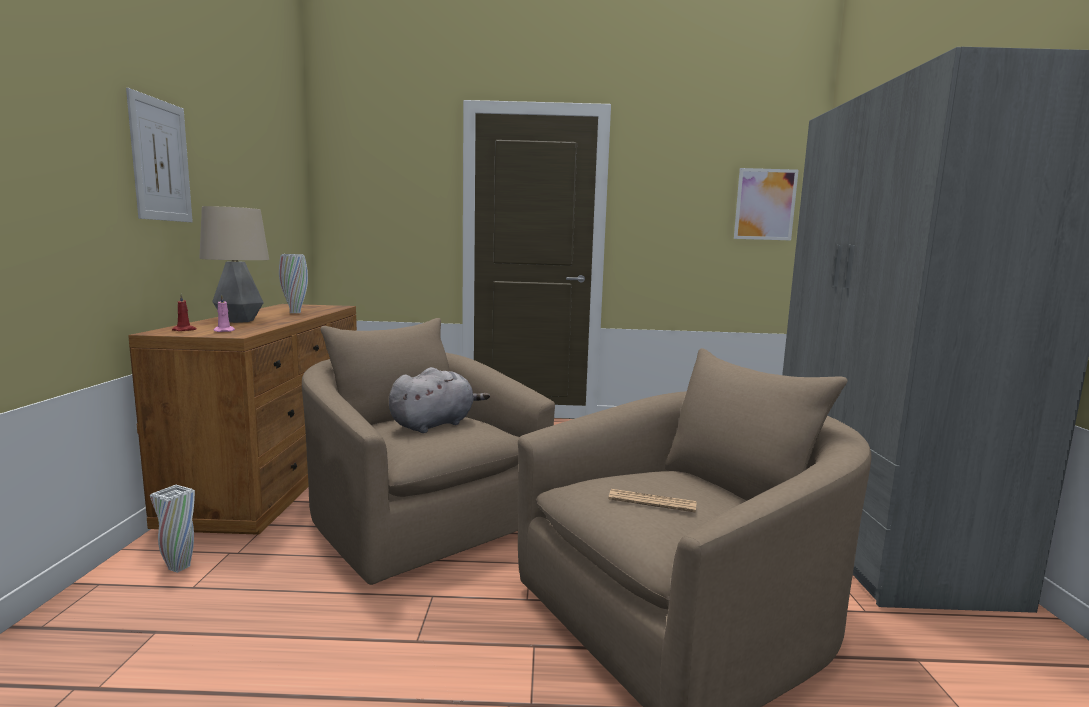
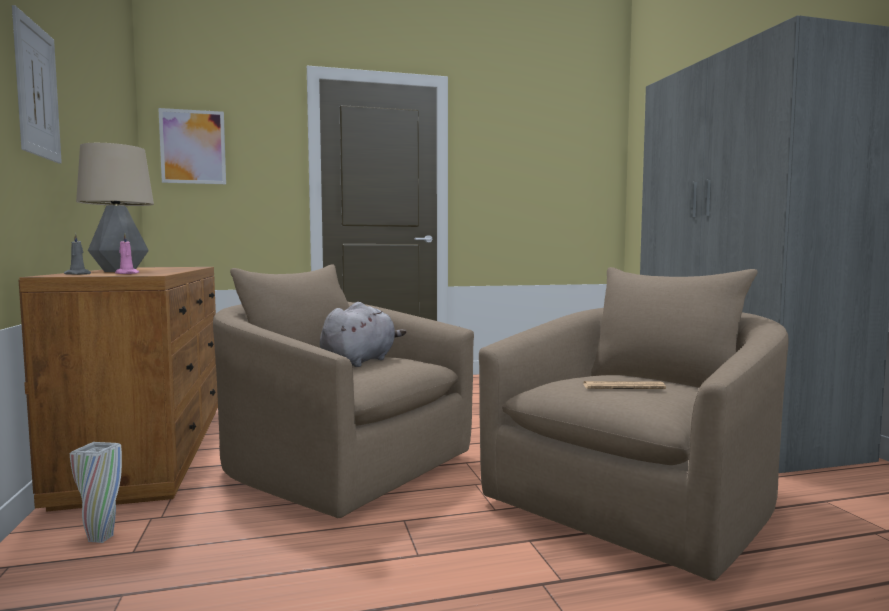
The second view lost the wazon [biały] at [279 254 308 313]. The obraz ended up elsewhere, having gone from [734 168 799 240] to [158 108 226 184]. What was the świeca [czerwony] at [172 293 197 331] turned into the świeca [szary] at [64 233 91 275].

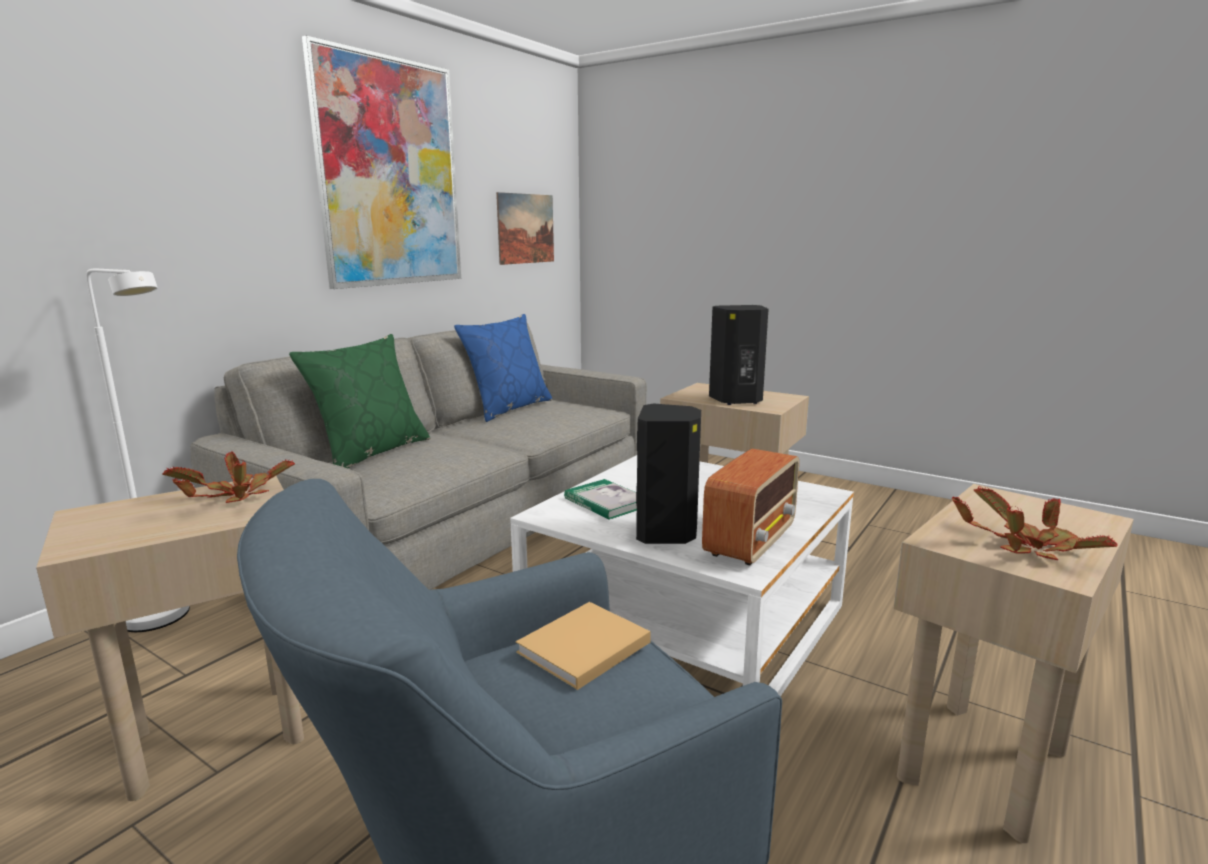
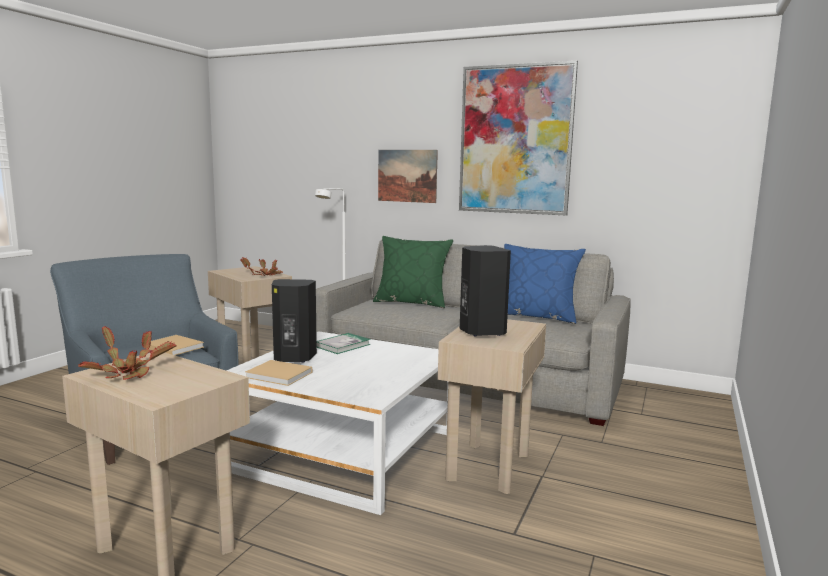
The obraz ended up elsewhere, having gone from [496 192 554 265] to [378 150 438 203]. Where the radio stood at [702 449 799 566], the książka [beżowy] came to stand at [245 360 312 386].

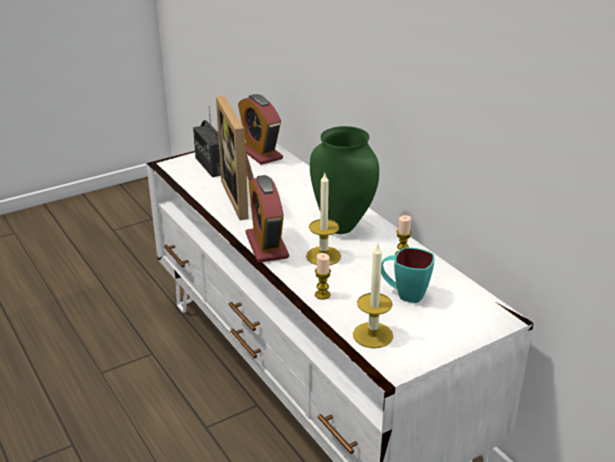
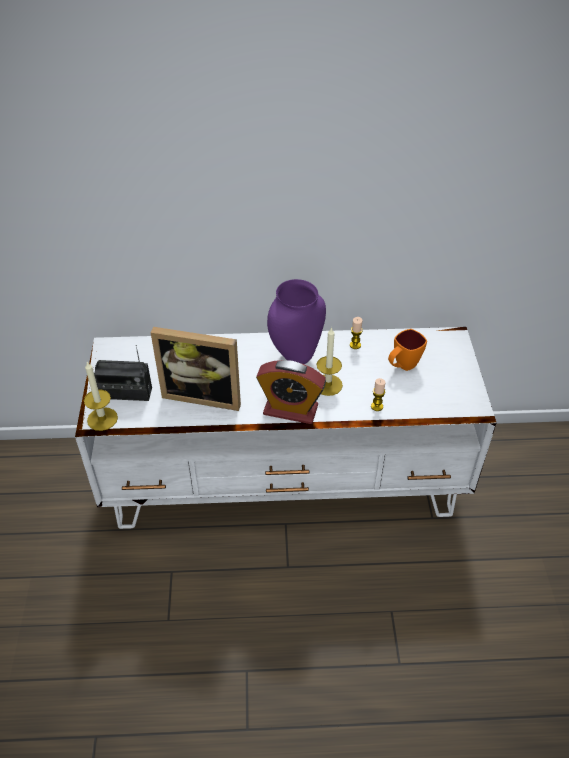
The second view lost the budzik at [238 94 283 165]. The świeca ended up elsewhere, having gone from [353 244 393 348] to [84 362 118 431]. What was the wazon [zielony] at [310 126 379 234] turned into the wazon [fioletowy] at [267 279 326 364]. What was the kubek [turkusowy] at [381 247 435 303] turned into the kubek [pomarańczowy] at [388 329 427 371].

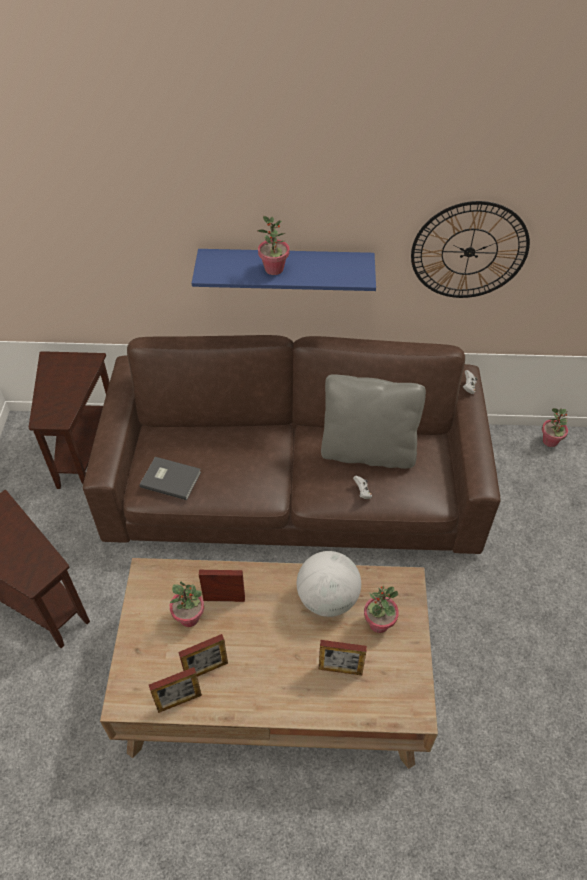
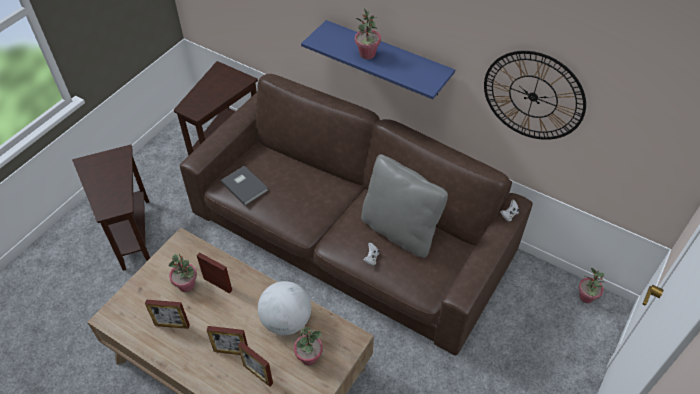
The ramka na zdjęcie ended up elsewhere, having gone from [149 667 202 713] to [207 326 248 355].

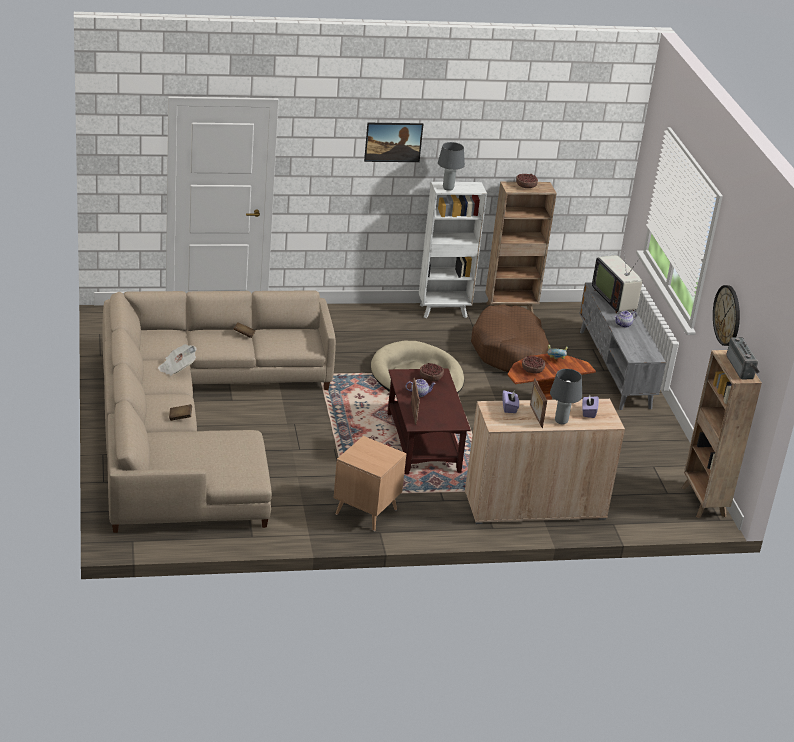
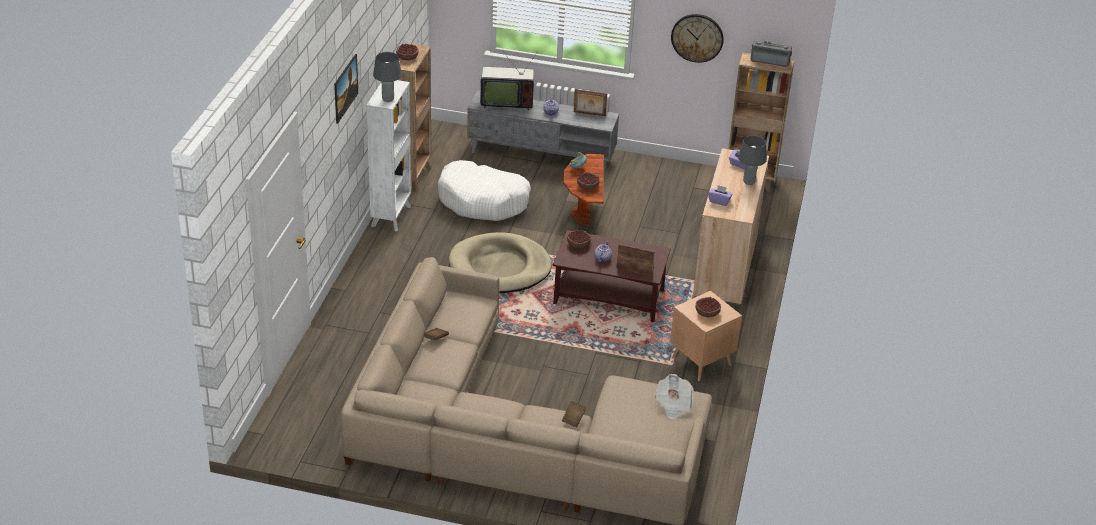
The second view gained the miska at [695 297 721 317]. The gazeta ended up elsewhere, having gone from [158 344 197 376] to [655 374 694 419]. The ramka na zdjęcie ended up elsewhere, having gone from [530 378 547 428] to [574 89 607 116]. What was the legowisko [brązowy] at [471 305 550 372] turned into the legowisko [biały] at [438 160 531 221].

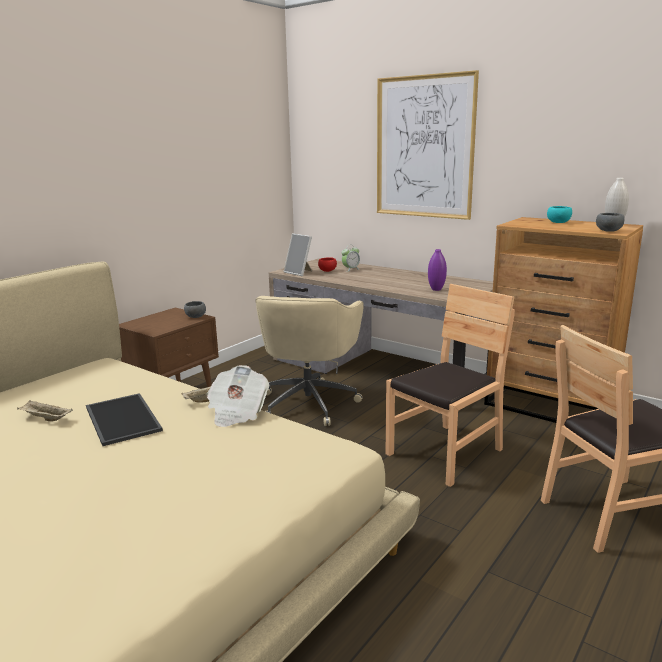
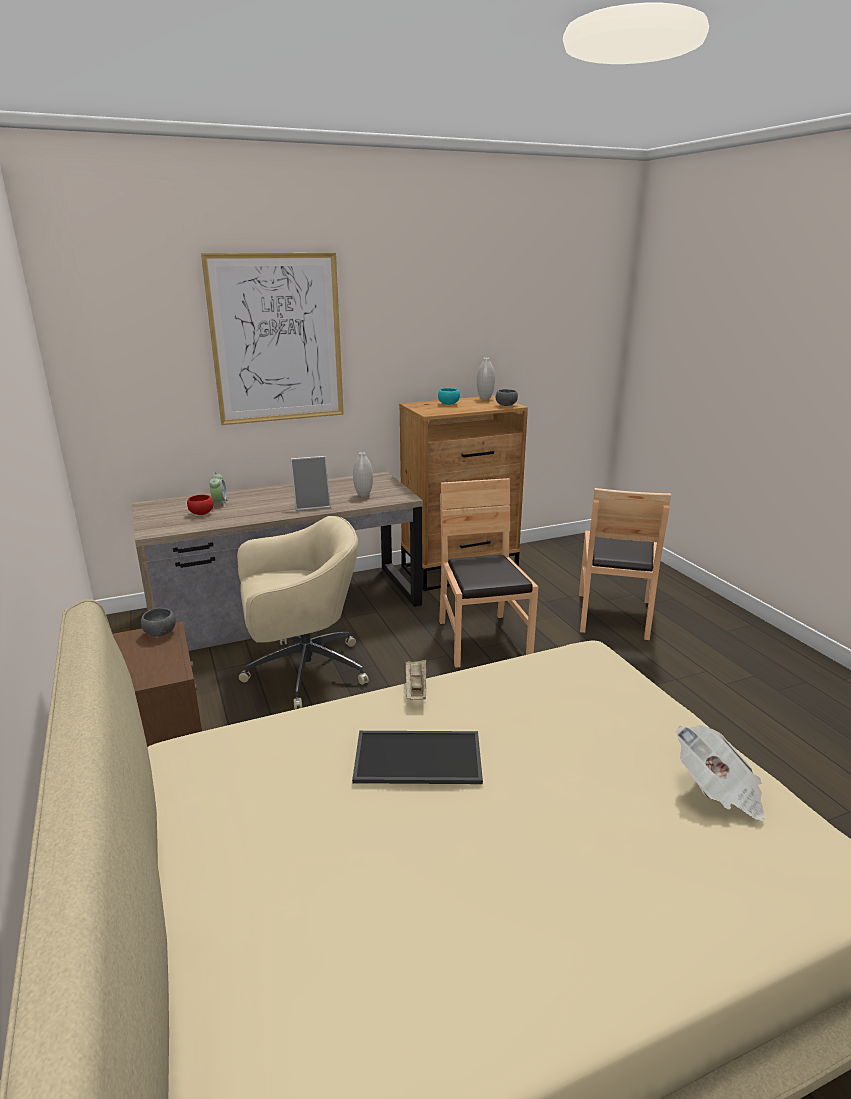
The second view lost the taca [beżowy] at [17 400 73 421]. The gazeta ended up elsewhere, having gone from [207 365 269 427] to [676 725 765 821]. The ramka na zdjęcie ended up elsewhere, having gone from [283 233 312 276] to [290 456 331 511]. What was the wazon [fioletowy] at [428 249 447 291] turned into the wazon [biały] at [353 452 373 497]. The krzesło biurowe [beżowy] at [255 296 364 426] ended up facing another way, 60 degrees counterclockwise from before.

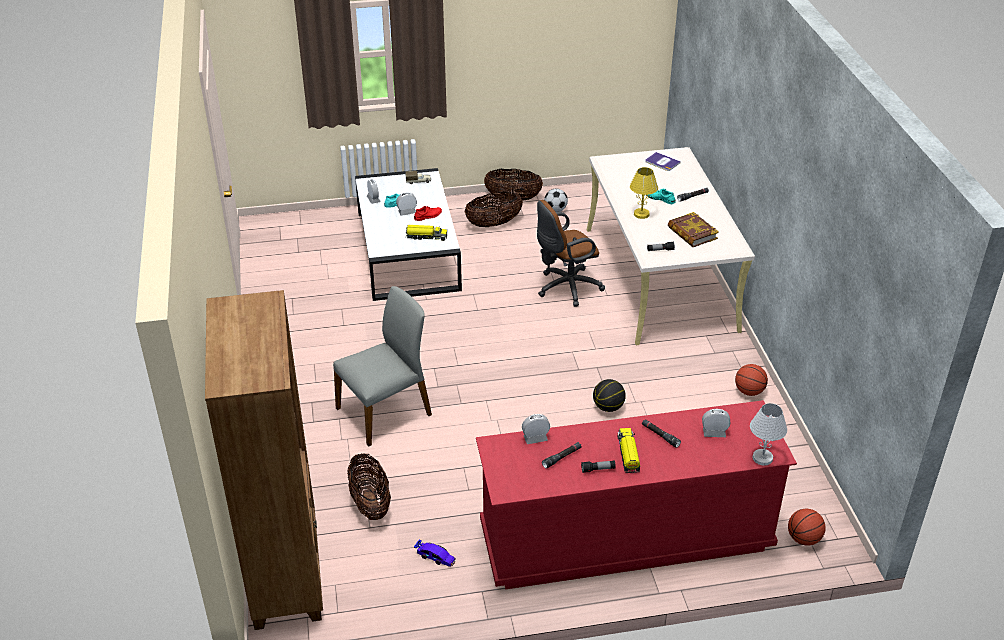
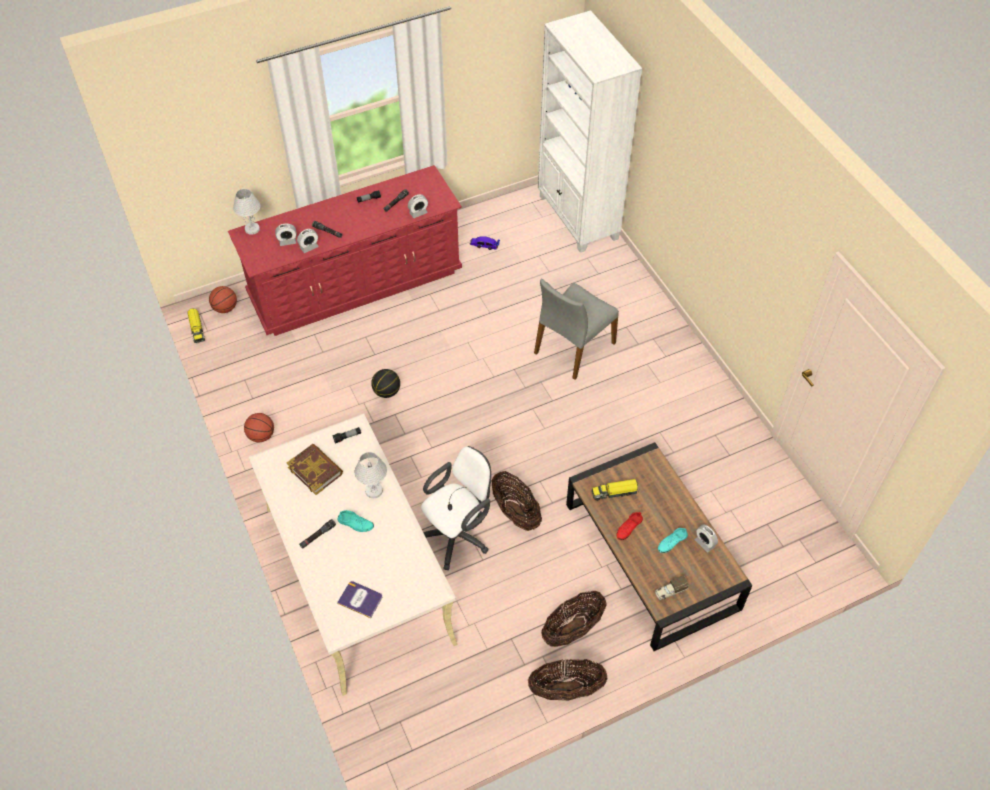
The second view lost the piłka futbolowa at [544 189 568 212]. The koszyk ended up elsewhere, having gone from [347 454 391 520] to [491 471 542 531]. The budzik ended up elsewhere, having gone from [396 192 417 216] to [297 229 319 253]. The ciężarówka zabawkowa ended up elsewhere, having gone from [617 428 640 473] to [187 308 205 343]. What was the regał [brązowy] at [205 290 323 630] turned into the regał [biały] at [538 10 642 253]. What was the ława [biały] at [355 168 462 301] turned into the ława [brązowy] at [566 442 753 651]. What was the krzesło biurowe [brązowy] at [537 200 605 307] turned into the krzesło biurowe [biały] at [421 446 491 570]. What was the lampa stołowa [żółty] at [630 167 658 219] turned into the lampa stołowa [biały] at [355 452 387 498].

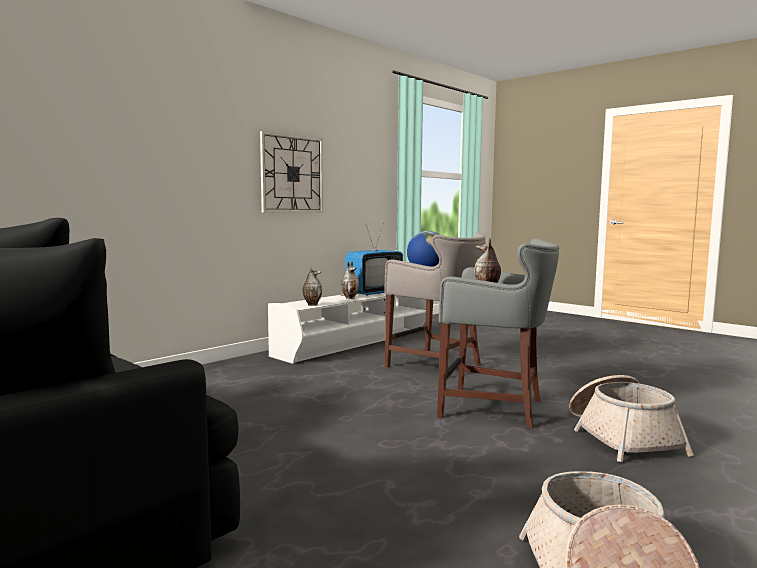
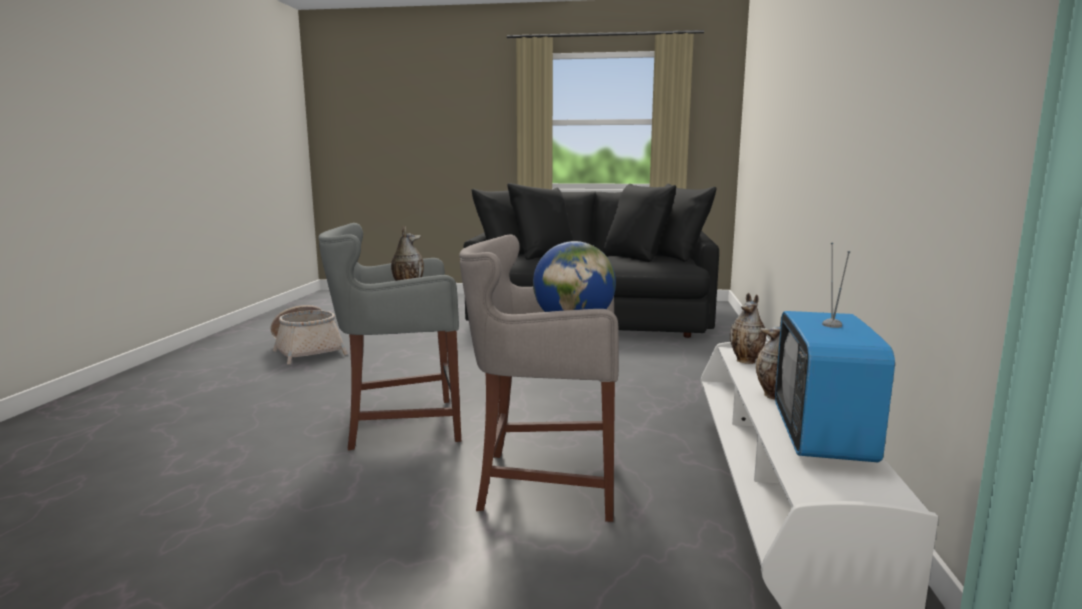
The second view lost the zegar ścienny at [260 131 323 213]. The second view lost the koszyk at [569 375 694 462].

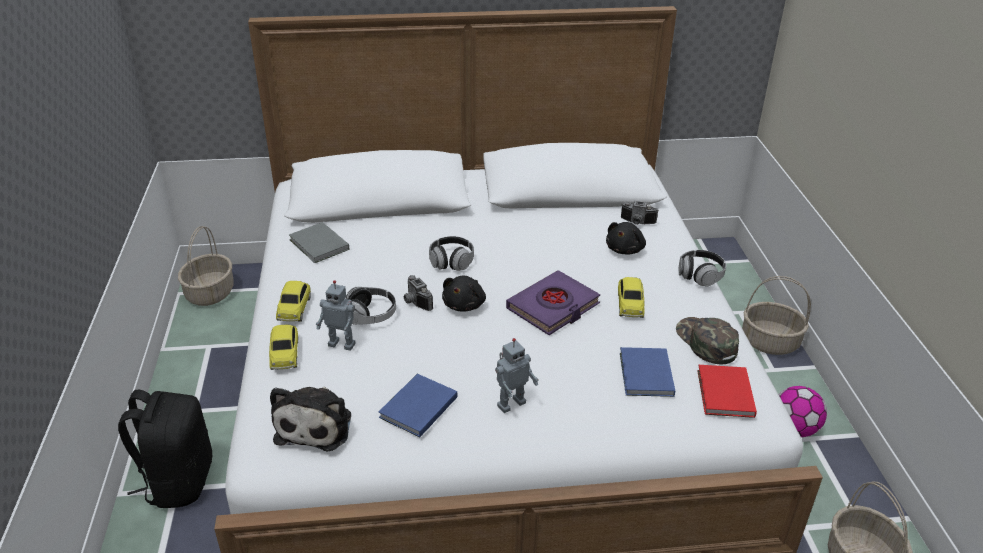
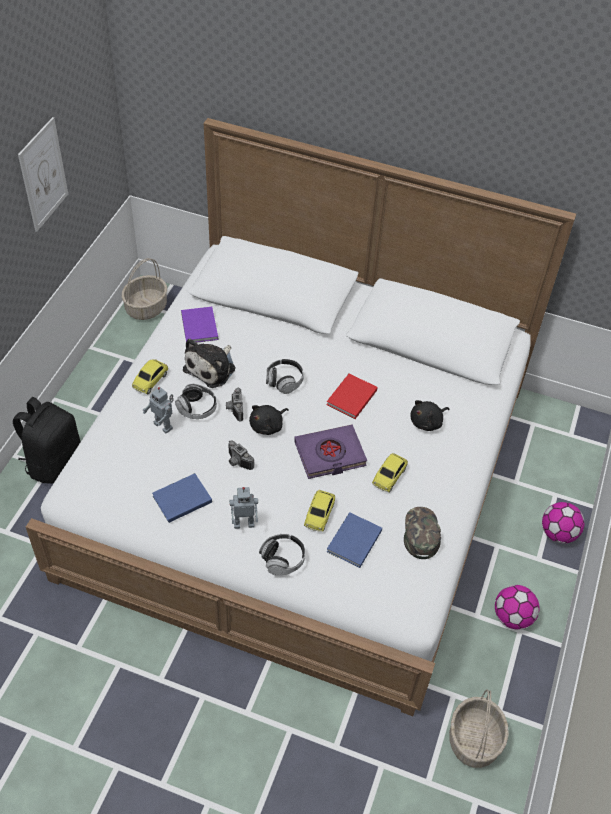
The second view gained the obraz at [18 117 68 232]. The samochodzik ended up elsewhere, having gone from [269 324 298 370] to [304 490 335 532]. The pluszak ended up elsewhere, having gone from [270 387 351 451] to [183 339 235 388]. The aparat fotograficzny ended up elsewhere, having gone from [621 201 659 225] to [228 440 254 470]. The słuchawki ended up elsewhere, having gone from [679 250 726 286] to [259 534 305 576]. The książka [czerwony] ended up elsewhere, having gone from [697 365 757 418] to [326 374 377 419]. Where the koszyk stood at [742 276 811 355], the piłka futbolowa came to stand at [542 502 585 543]. What was the książka [szary] at [289 222 349 263] turned into the książka [fioletowy] at [181 307 218 343].

